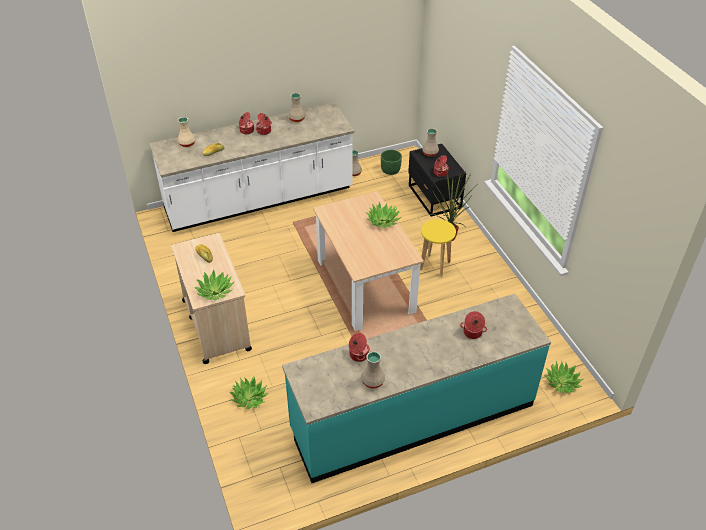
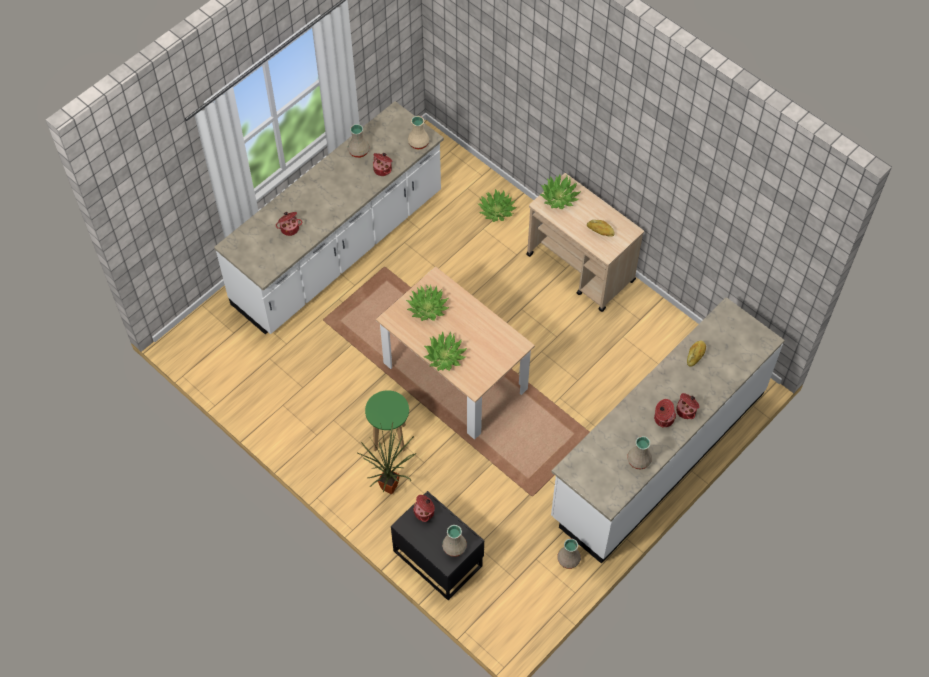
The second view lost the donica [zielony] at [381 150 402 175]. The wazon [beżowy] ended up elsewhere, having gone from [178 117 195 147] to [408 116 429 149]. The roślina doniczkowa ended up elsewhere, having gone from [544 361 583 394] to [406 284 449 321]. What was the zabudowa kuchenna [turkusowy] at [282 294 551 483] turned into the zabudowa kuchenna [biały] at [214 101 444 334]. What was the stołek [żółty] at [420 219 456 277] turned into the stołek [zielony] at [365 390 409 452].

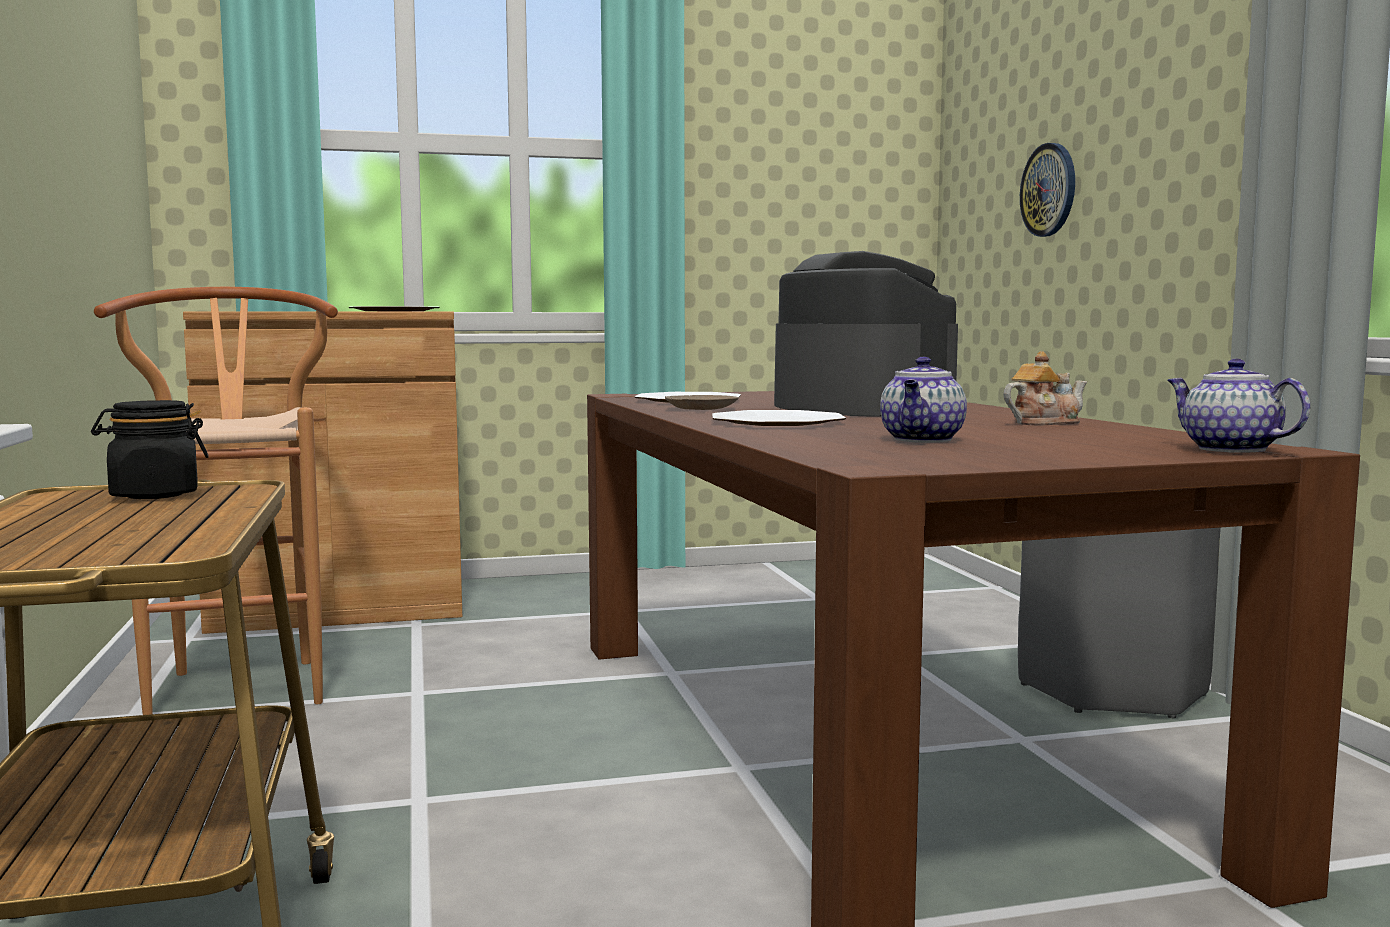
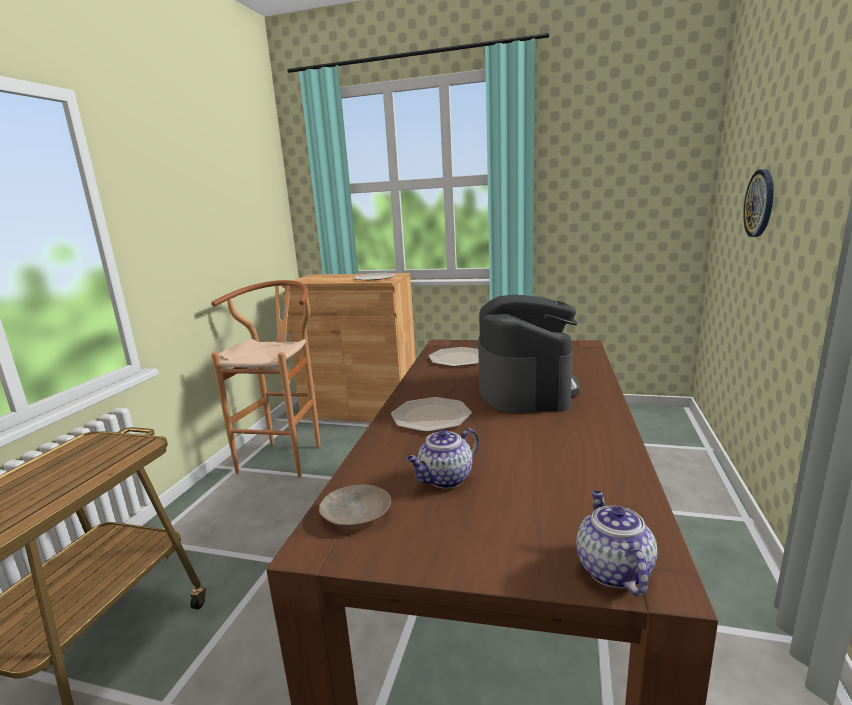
The second view lost the słoik [czarny] at [91 400 208 499]. The second view lost the imbryk at [1003 351 1087 425]. The second view lost the stołek [szary] at [1018 527 1221 718]. The talerz [beżowy] ended up elsewhere, having gone from [665 395 739 410] to [319 484 391 526].

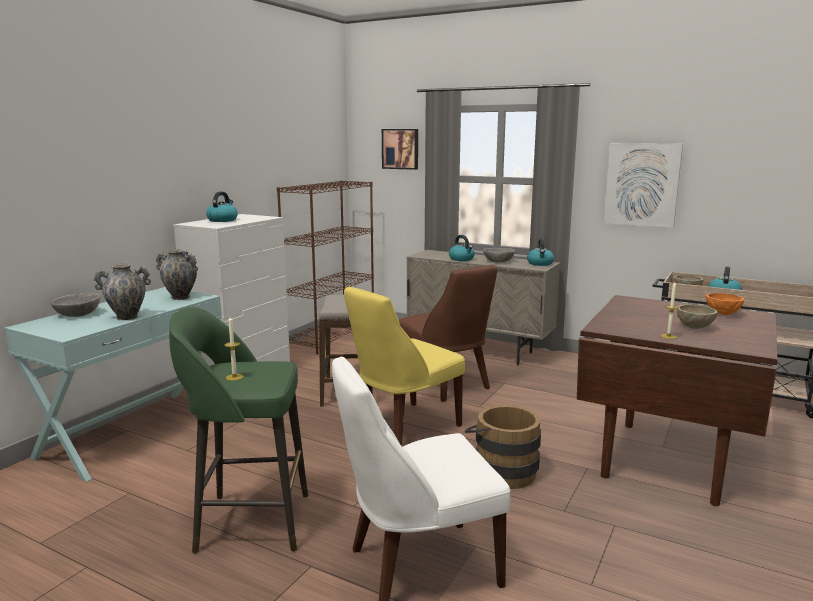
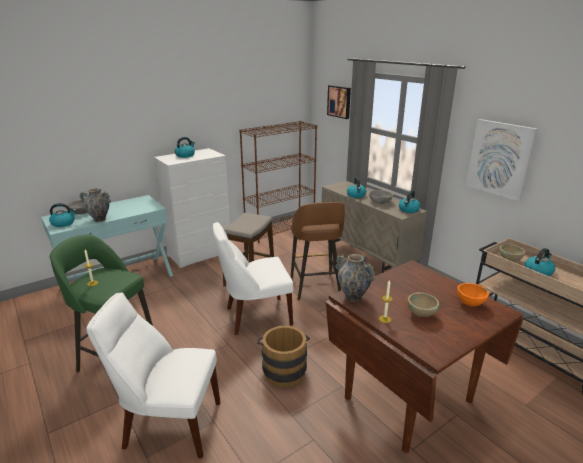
The second view gained the czajnik at [49 203 77 227]. The wazon ended up elsewhere, having gone from [156 250 198 300] to [335 254 375 302]. Where the krzesło [brązowy] stood at [399 265 497 402], the stołek [brązowy] came to stand at [291 202 345 301]. What was the krzesło [żółty] at [344 287 465 446] turned into the krzesło [biały] at [213 222 293 335].

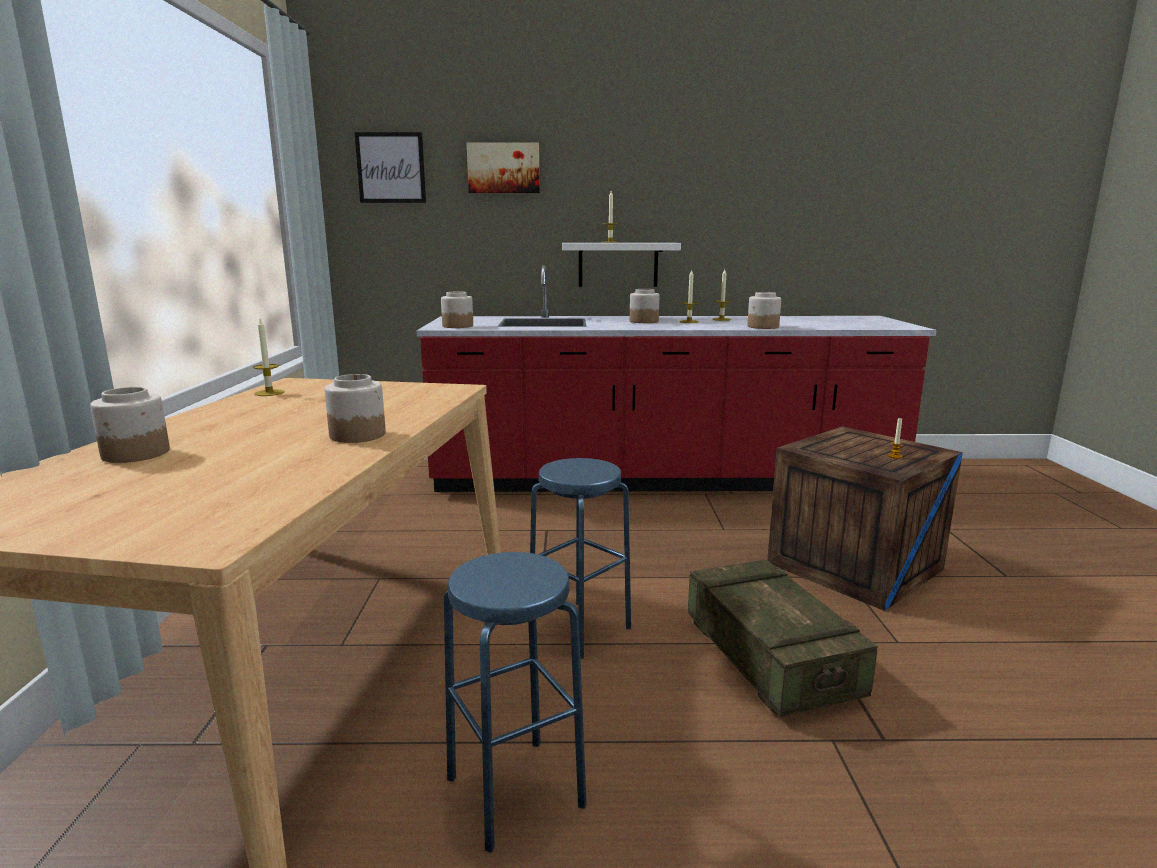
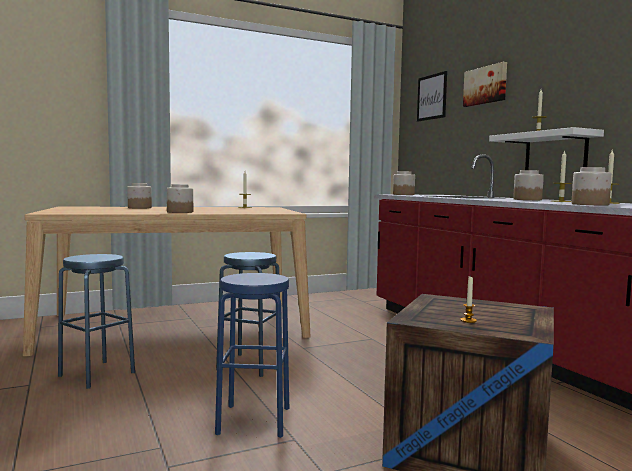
Where the skrzynka stood at [688 559 878 717], the stołek [niebieski] came to stand at [215 273 289 438].

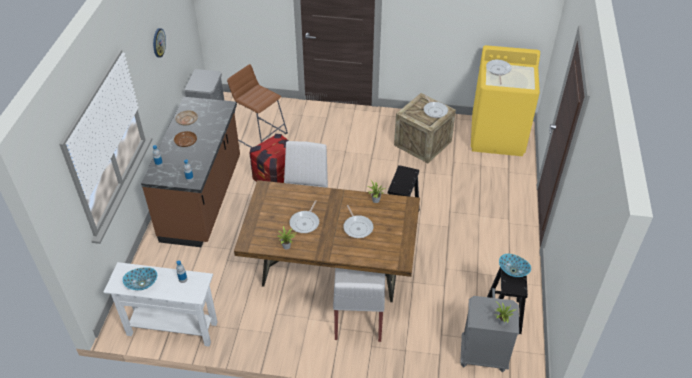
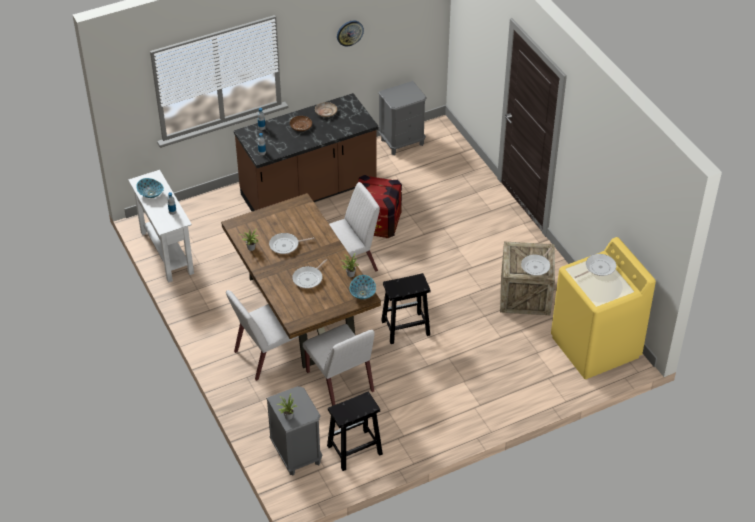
The second view lost the stołek [brązowy] at [227 64 288 148]. The second view gained the krzesło [biały] at [303 324 375 406]. The miska ended up elsewhere, having gone from [499 254 531 277] to [350 275 376 299].

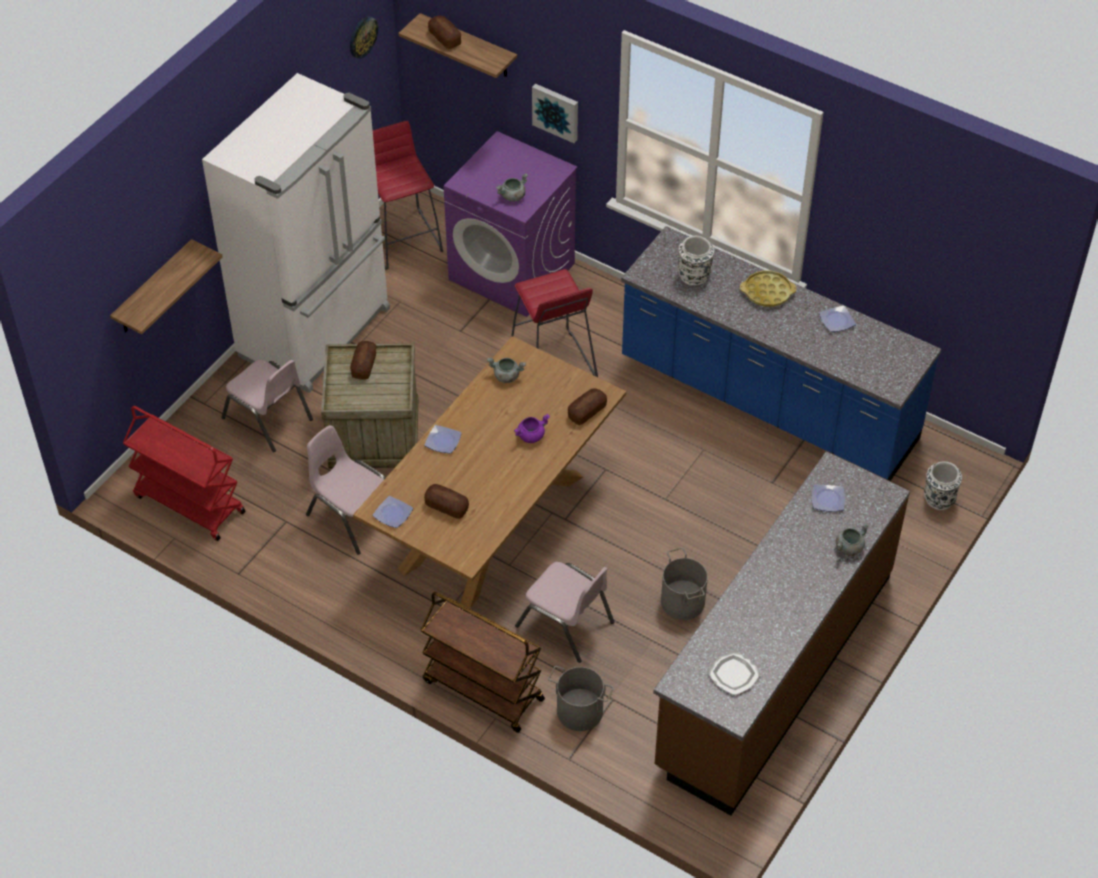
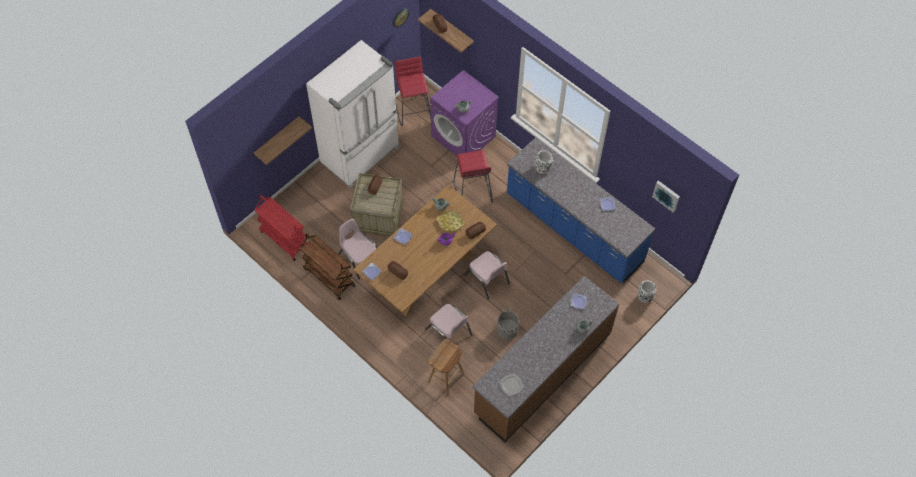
The krzesło [różowy] ended up elsewhere, having gone from [221 359 313 452] to [464 251 510 300]. The wózek [brązowy] ended up elsewhere, having gone from [420 592 545 733] to [300 233 355 300]. The obraz ended up elsewhere, having gone from [532 84 578 143] to [652 180 680 213]. The taca [żółty] ended up elsewhere, having gone from [740 270 797 307] to [436 211 465 232]. Where the wiadro [szary] stood at [548 666 614 731], the stołek [brązowy] came to stand at [427 339 464 395].

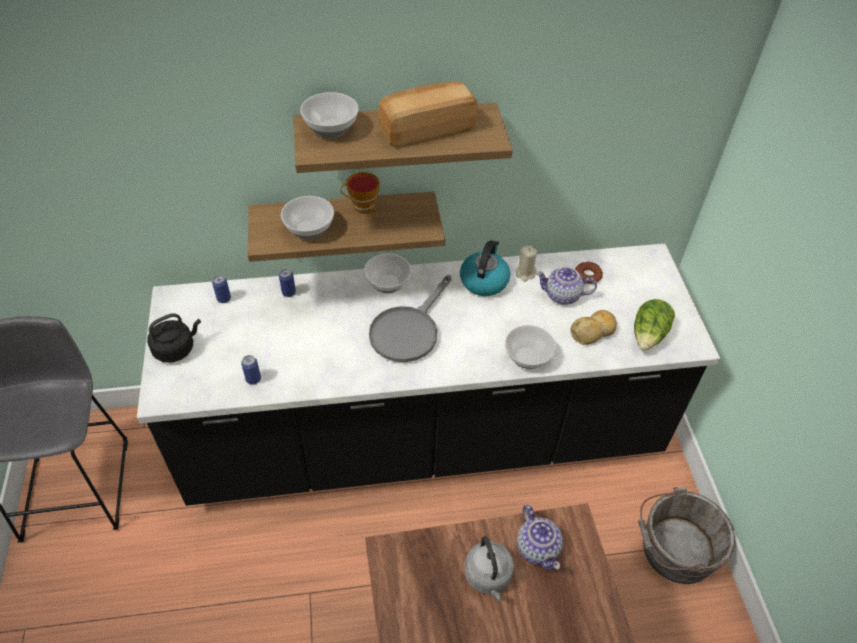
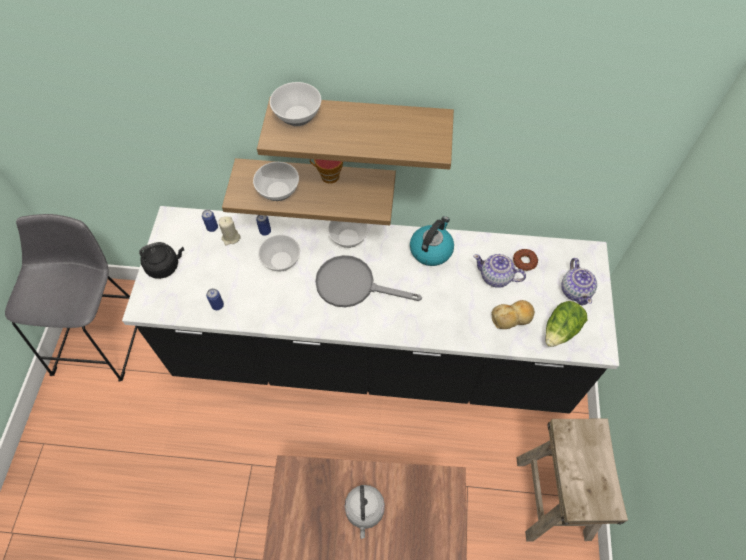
The second view lost the chleb at [378 81 477 147]. The miska ended up elsewhere, having gone from [505 325 556 369] to [258 235 300 272]. The świeca [beżowy] ended up elsewhere, having gone from [516 246 538 282] to [219 216 241 246]. The imbryk ended up elsewhere, having gone from [517 505 563 570] to [561 258 597 306]. Where the wiadro [szary] stood at [638 487 735 584], the stołek [beżowy] came to stand at [516 419 628 542]. The patelnia [szary] at [369 275 452 362] ended up facing another way, 60 degrees clockwise from before.

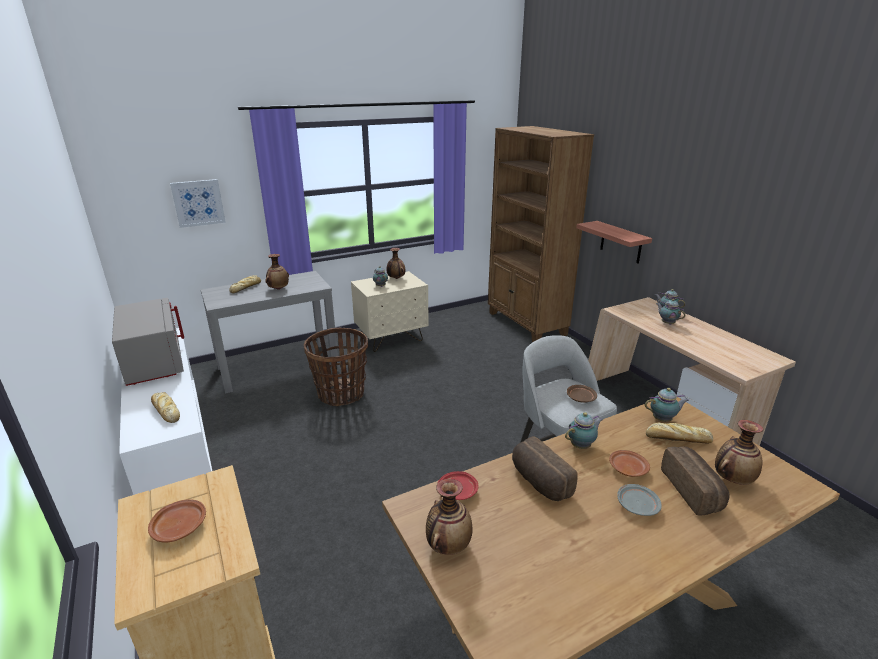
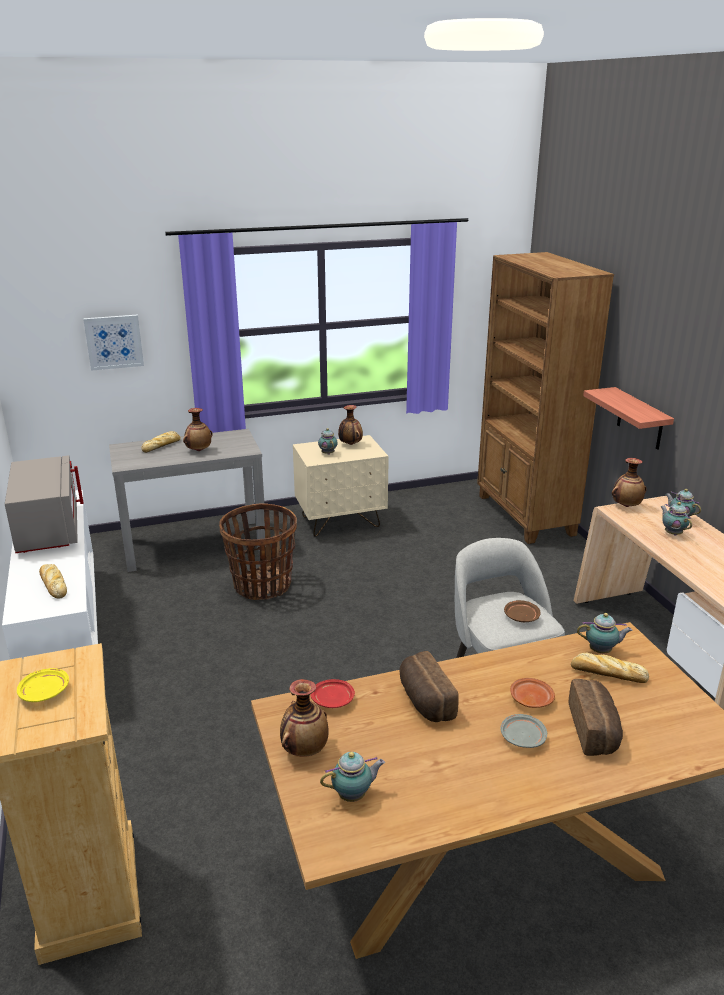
The imbryk ended up elsewhere, having gone from [565 412 603 449] to [320 752 385 802]. The wazon ended up elsewhere, having gone from [715 420 763 485] to [612 458 647 507]. What was the talerz [brązowy] at [148 499 206 543] turned into the talerz [żółty] at [17 668 69 702].

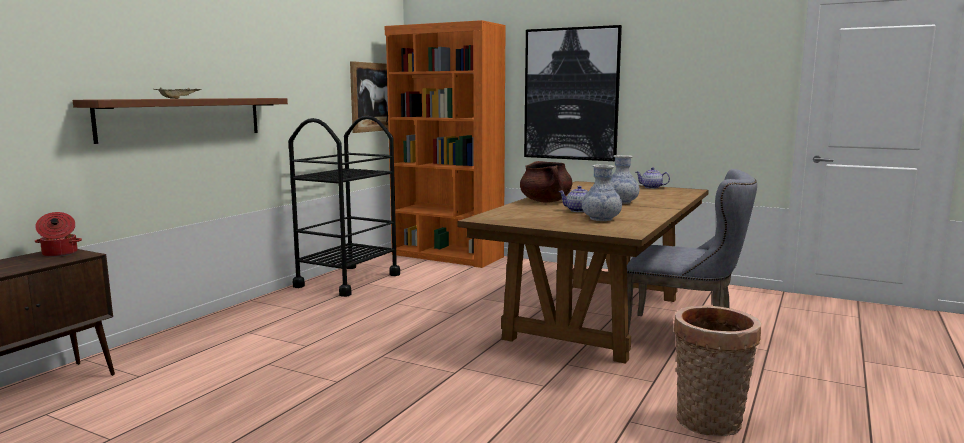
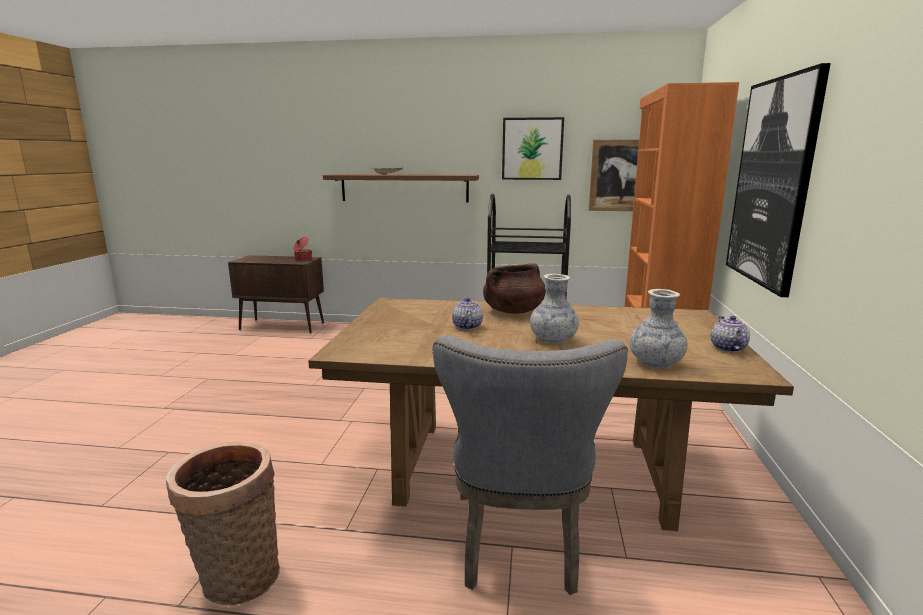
The second view gained the obraz at [502 117 564 180]. The wazon ended up elsewhere, having gone from [582 165 622 221] to [629 289 687 368].

